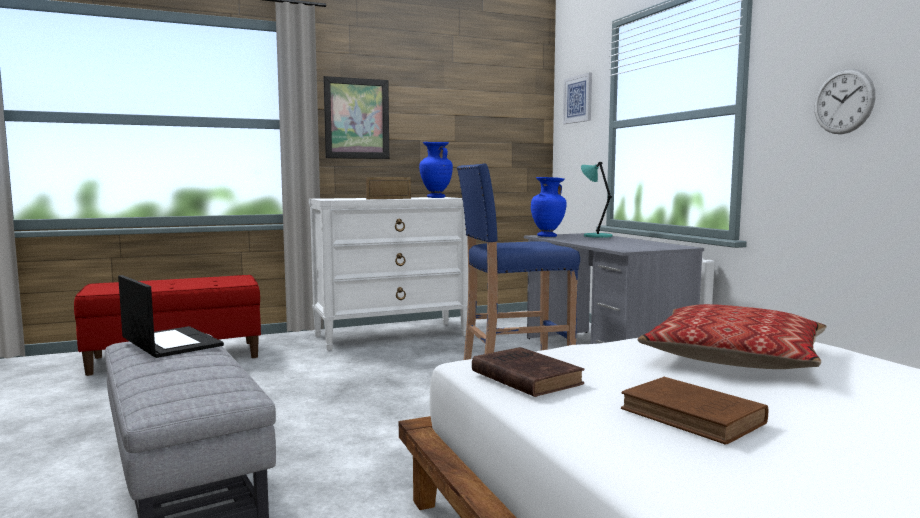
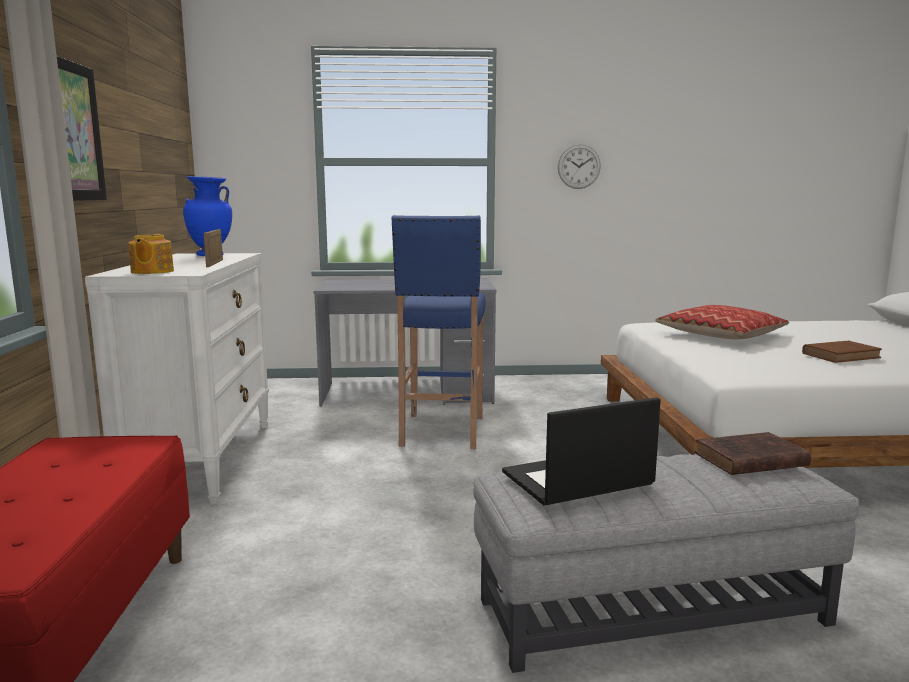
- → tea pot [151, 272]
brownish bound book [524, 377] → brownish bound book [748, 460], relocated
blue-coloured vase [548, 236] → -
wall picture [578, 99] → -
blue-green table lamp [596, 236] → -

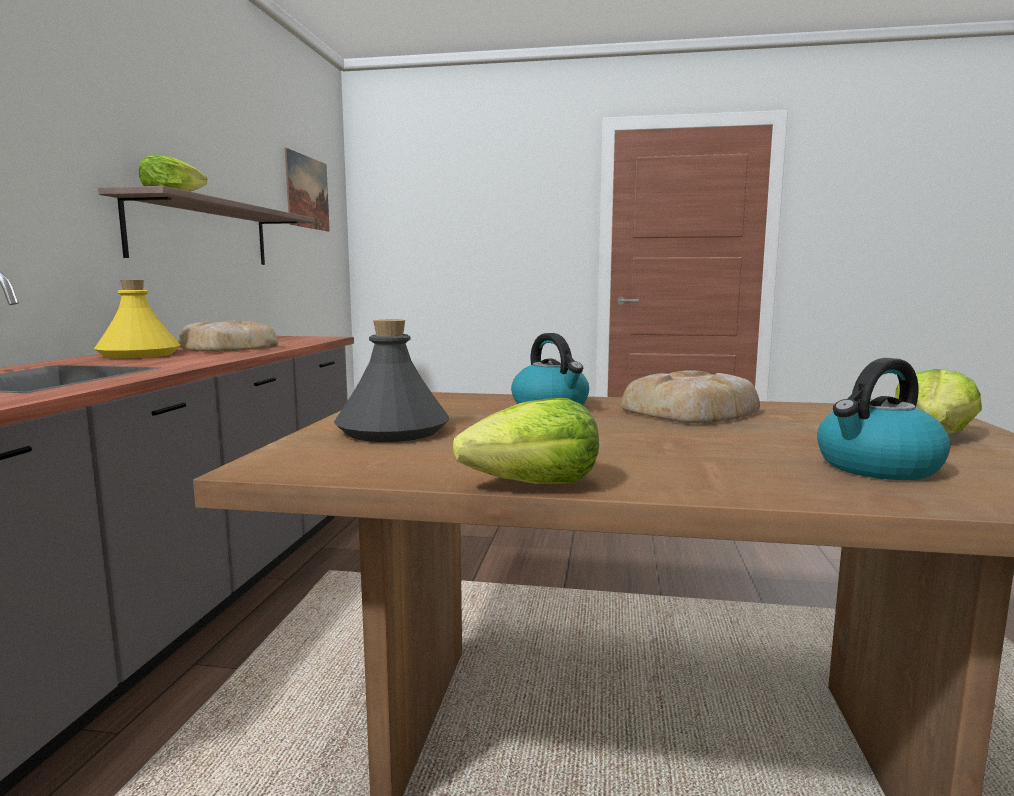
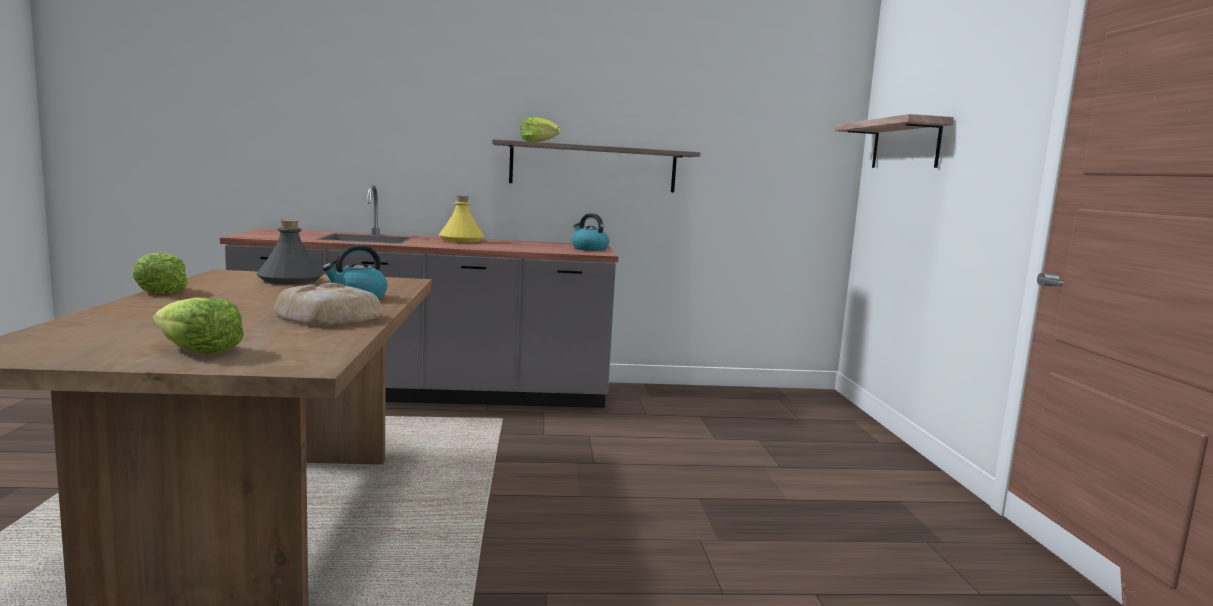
tea kettle [877, 467] → tea kettle [589, 249], relocated
- → shelf [905, 145]
bakery bread [226, 348] → -
wall picture [307, 192] → -

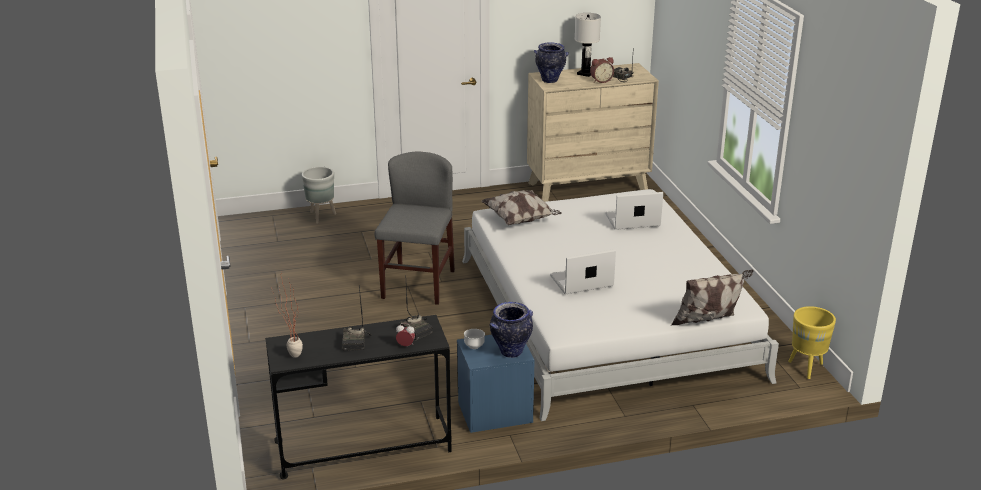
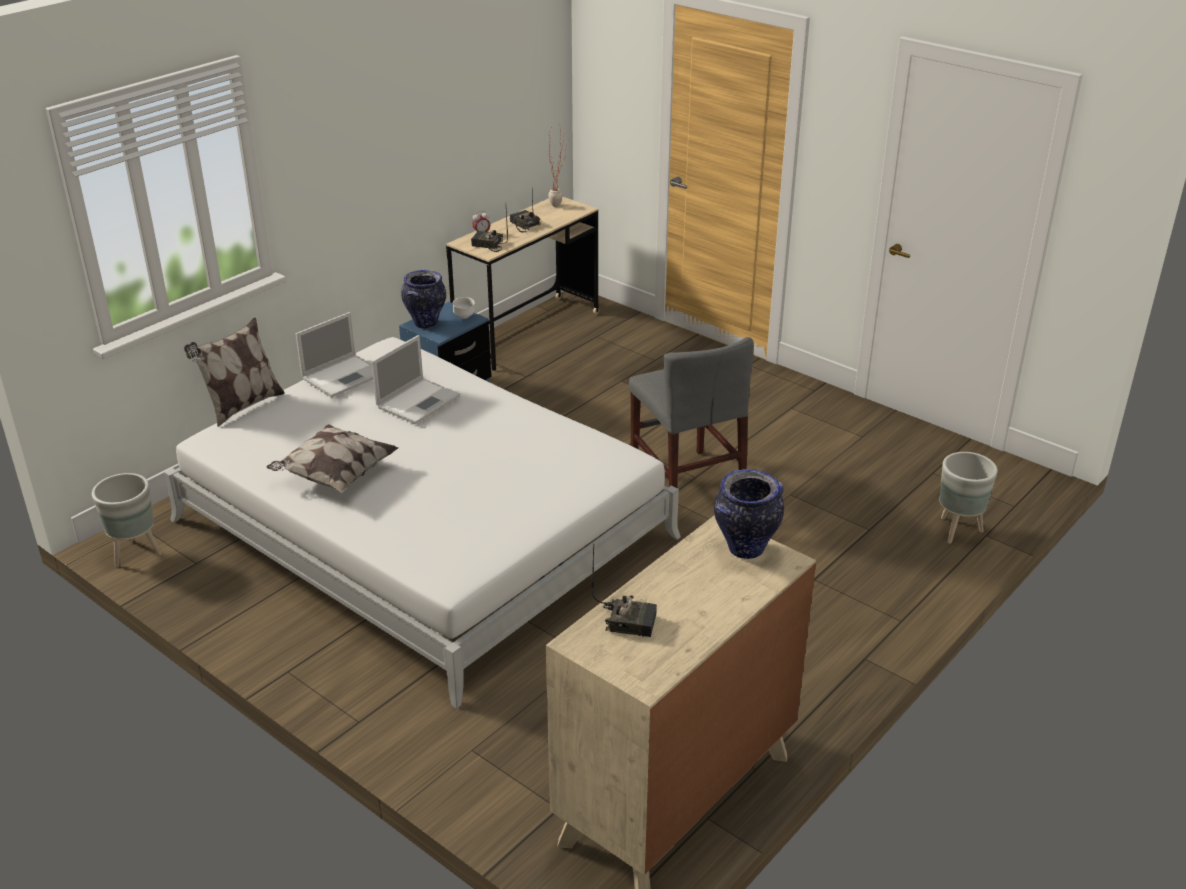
yellow-coloured plant pot [807, 368] → greyish plant pot [135, 553]
cushion [521, 220] → cushion [335, 475], relocated
notebook computer [631, 220] → notebook computer [344, 376], relocated
black desk [363, 447] → beige-coloured desk [527, 332]
white-coloured table lamp [585, 73] → -
table clock [601, 80] → -

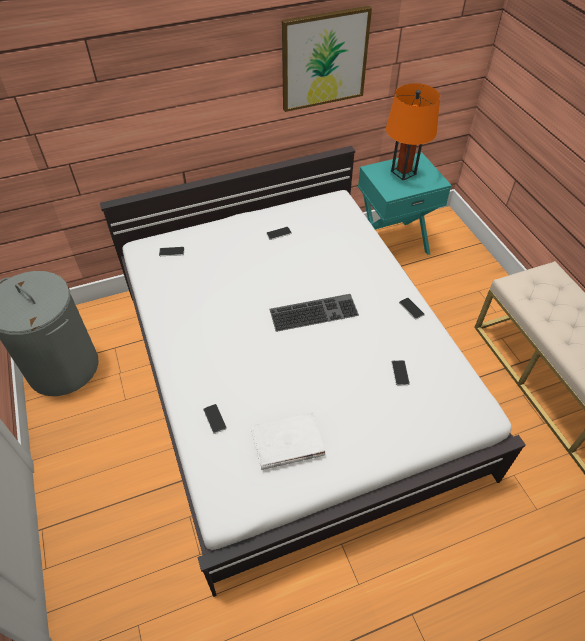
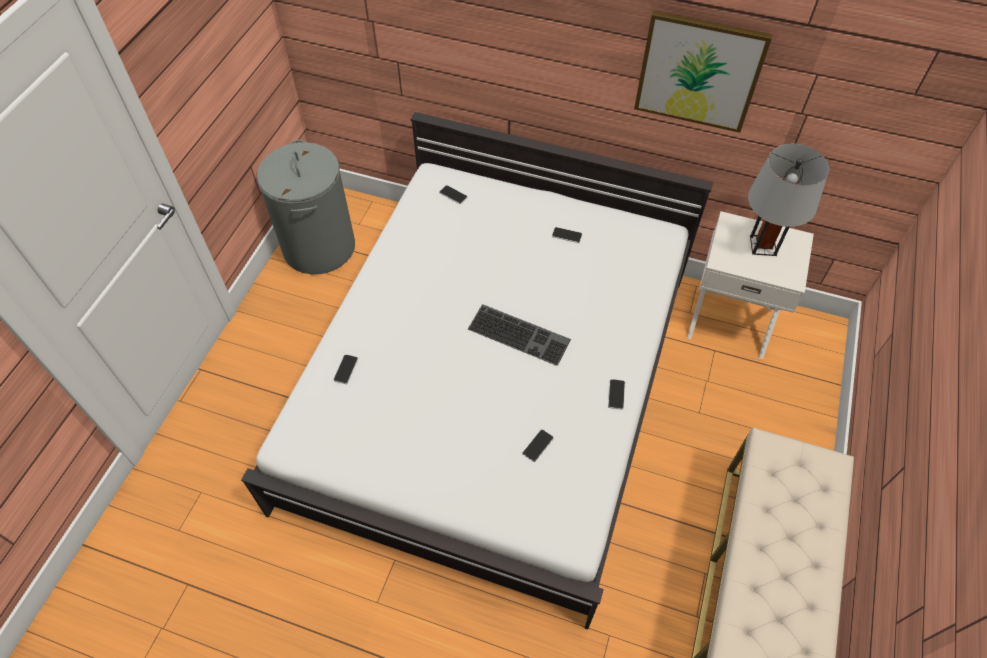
blue-green nightstand [392, 243] → white-coloured nightstand [730, 319]
orangey table lamp [403, 172] → greyish table lamp [762, 245]
white-coloured bound book [287, 443] → -

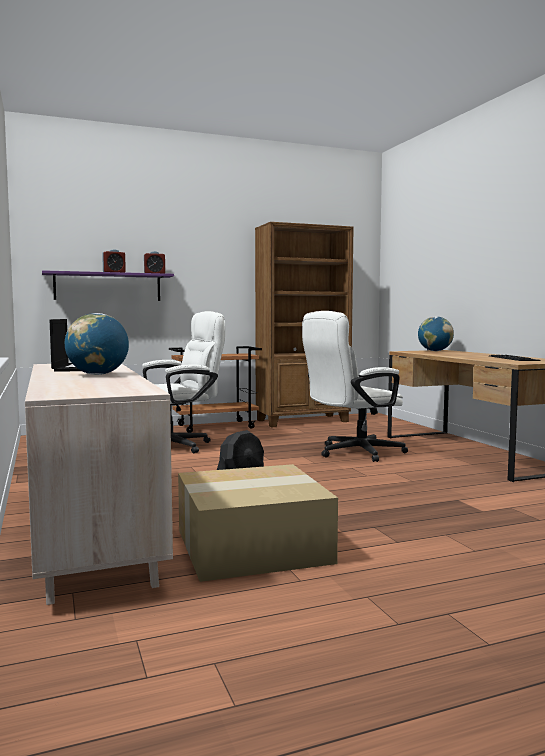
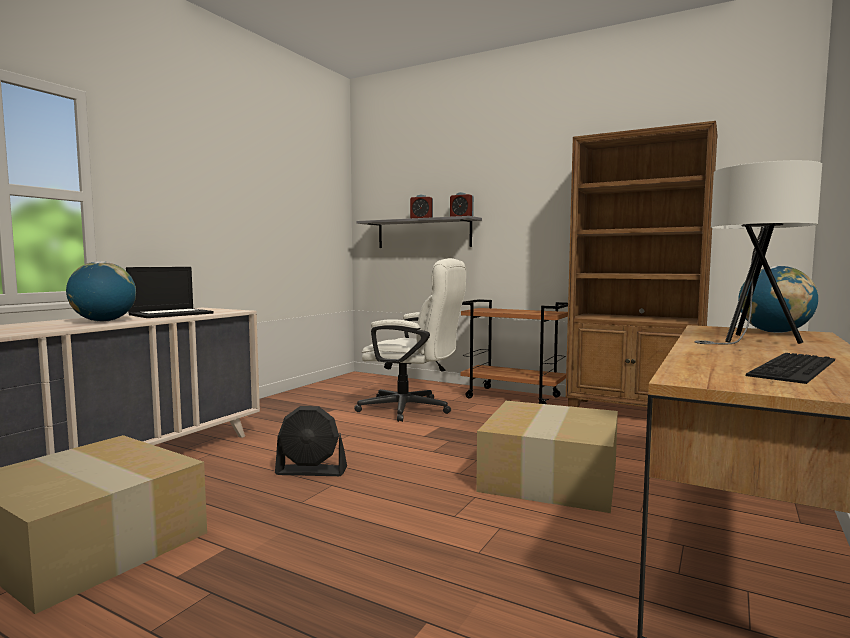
purple shelf [108, 287] → greyish shelf [423, 233]
white-coloured computer chair [353, 453] → cardboard box [548, 476]
- → white-coloured table lamp [750, 342]

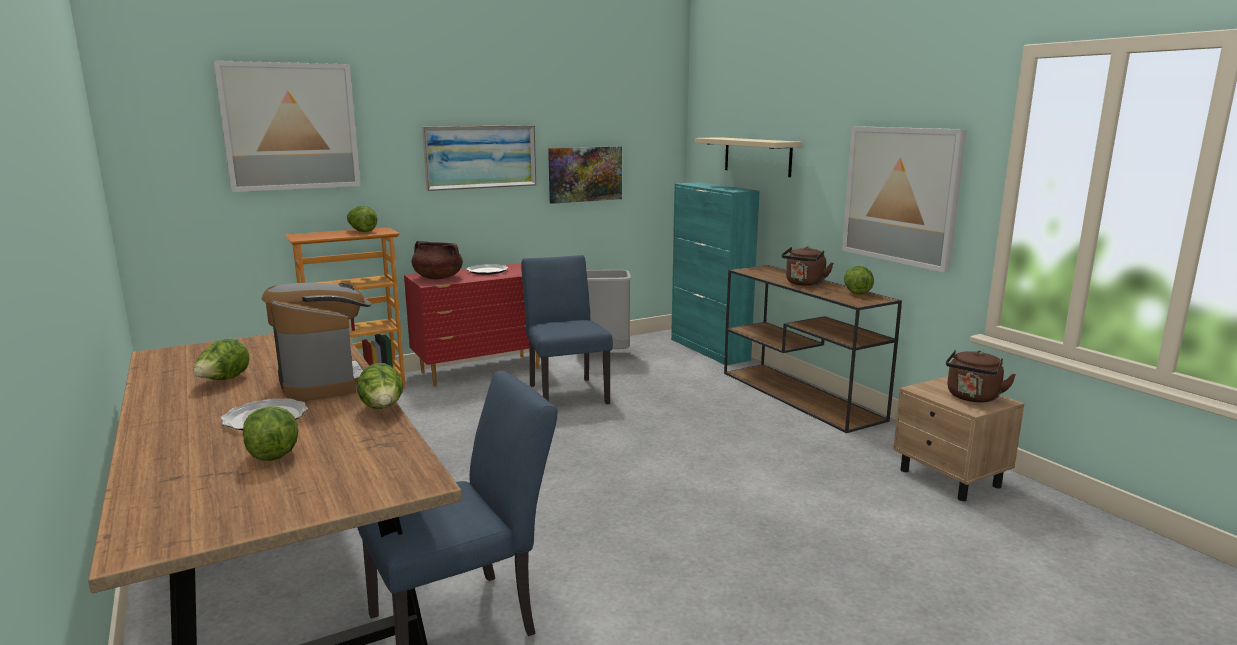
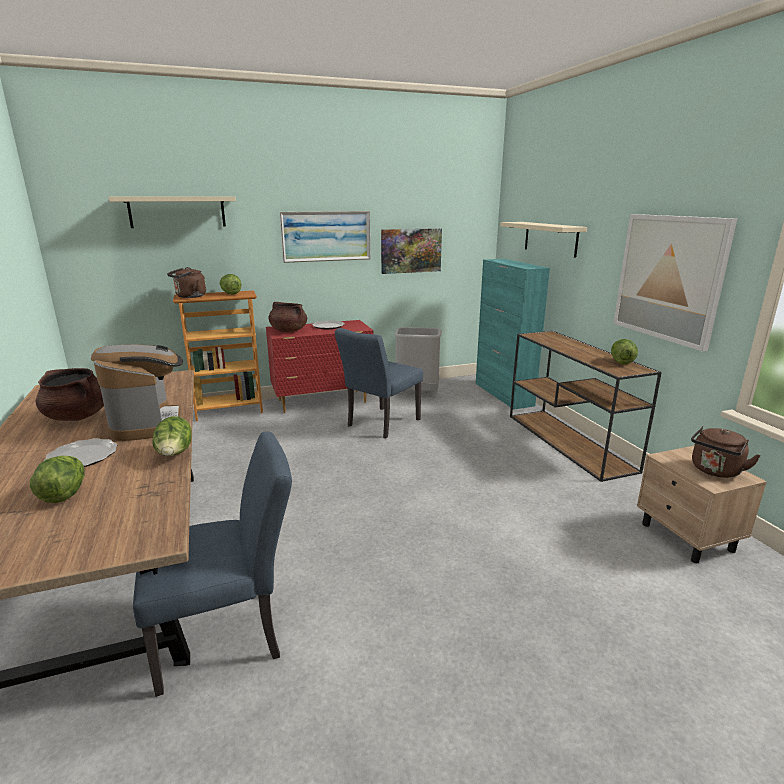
lettuce head [223, 381] → brownish saucepot [77, 417]
wall picture [290, 126] → beige-coloured shelf [177, 212]
brownish tea kettle [804, 284] → brownish tea kettle [189, 297], relocated
blue-coloured chair [566, 392] → blue-coloured chair [380, 424], 135 degrees counterclockwise

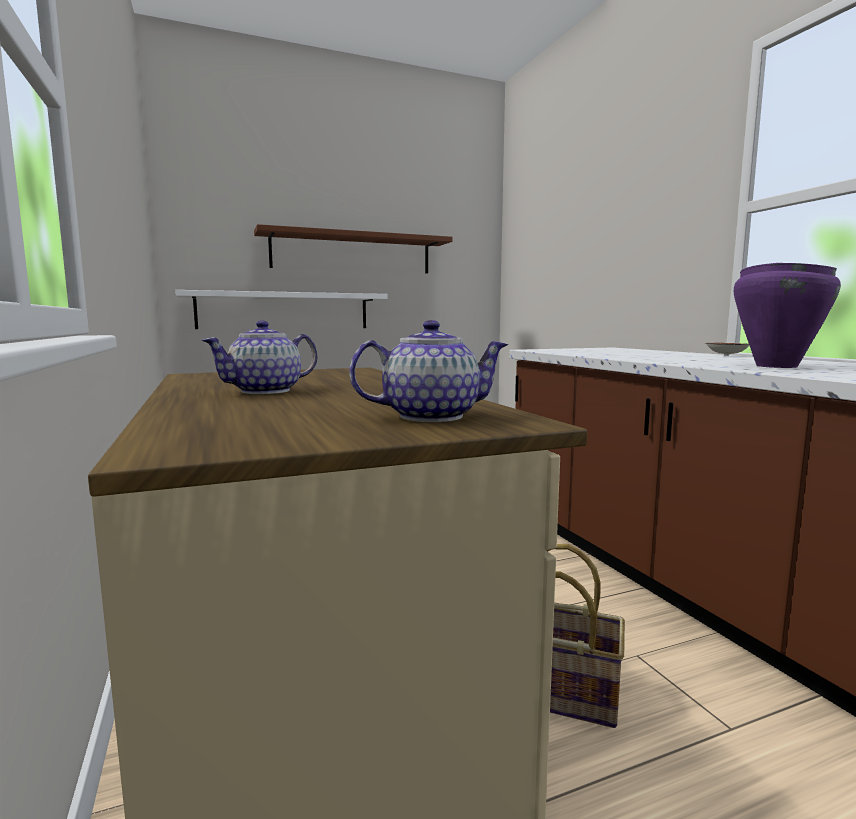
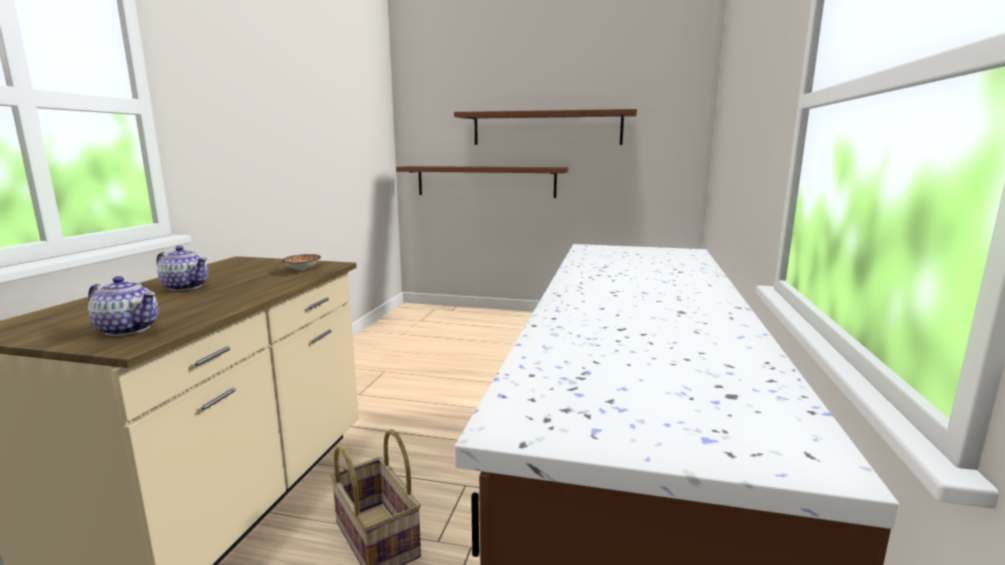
tea pot [266, 391] → tea pot [185, 287], 150 degrees counterclockwise
bowl [727, 355] → bowl [301, 270], relocated
white-coloured shelf [284, 311] → brownish shelf [485, 181]
purple saucepot [775, 366] → -

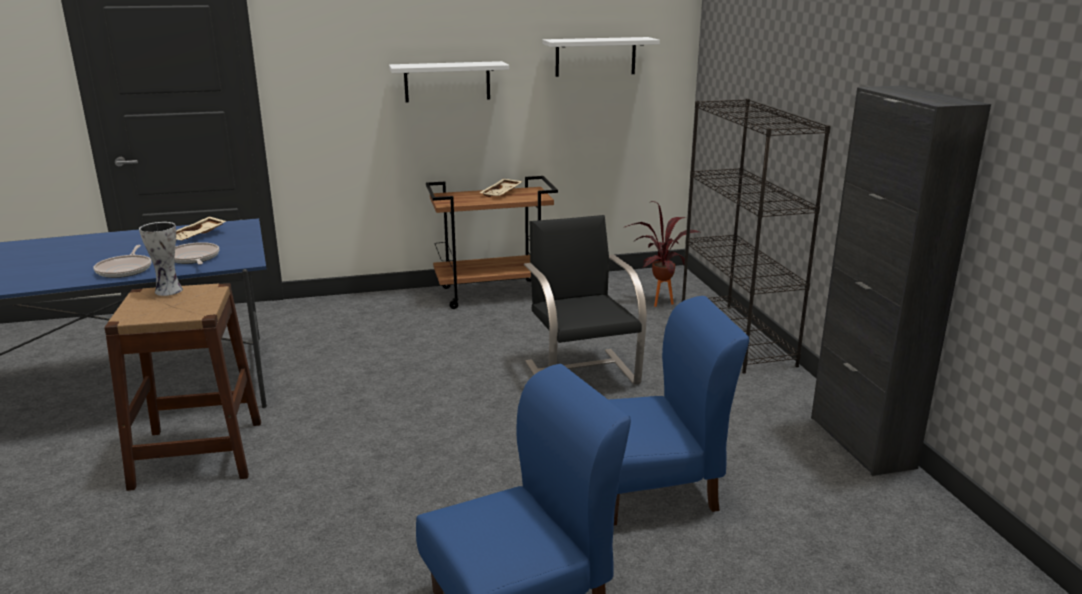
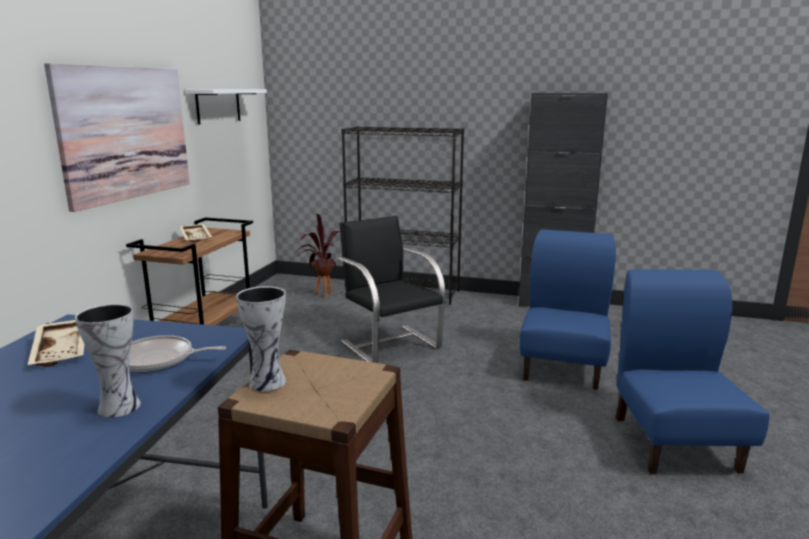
white-coloured shelf [447, 81] → wall picture [125, 133]
skillet [125, 269] → vase [119, 406]
black chair [581, 372] → black chair [390, 344], 45 degrees clockwise

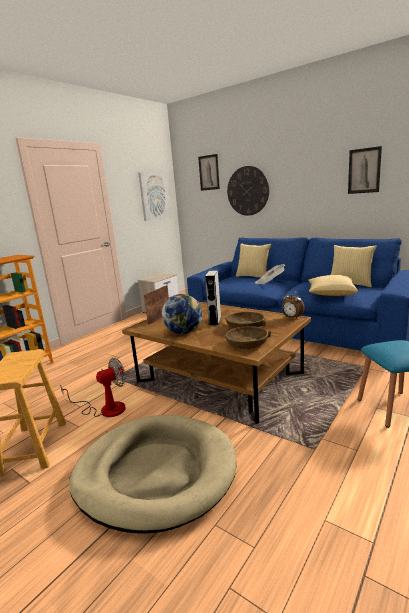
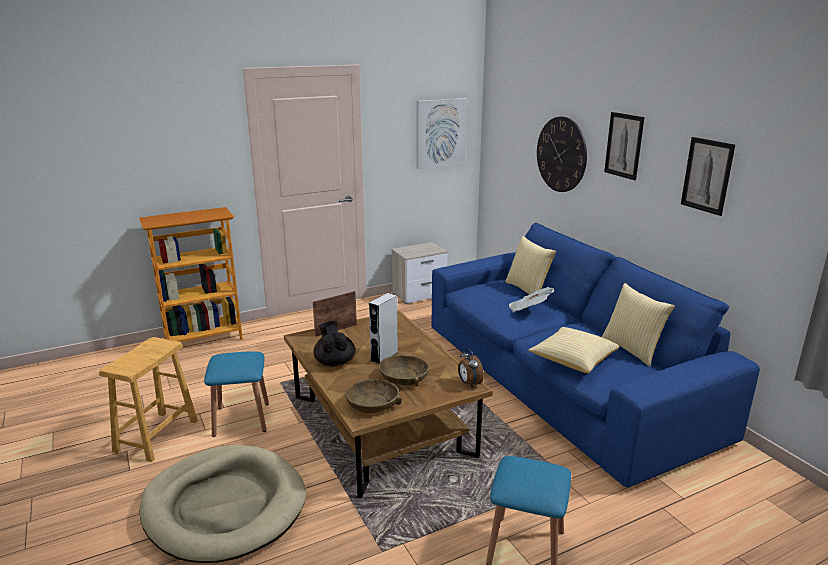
electric fan [105, 409] → blue-coloured stool [241, 419]
globe [184, 332] → black tea pot [334, 362]
wall picture [209, 172] → wall picture [624, 145], relocated

